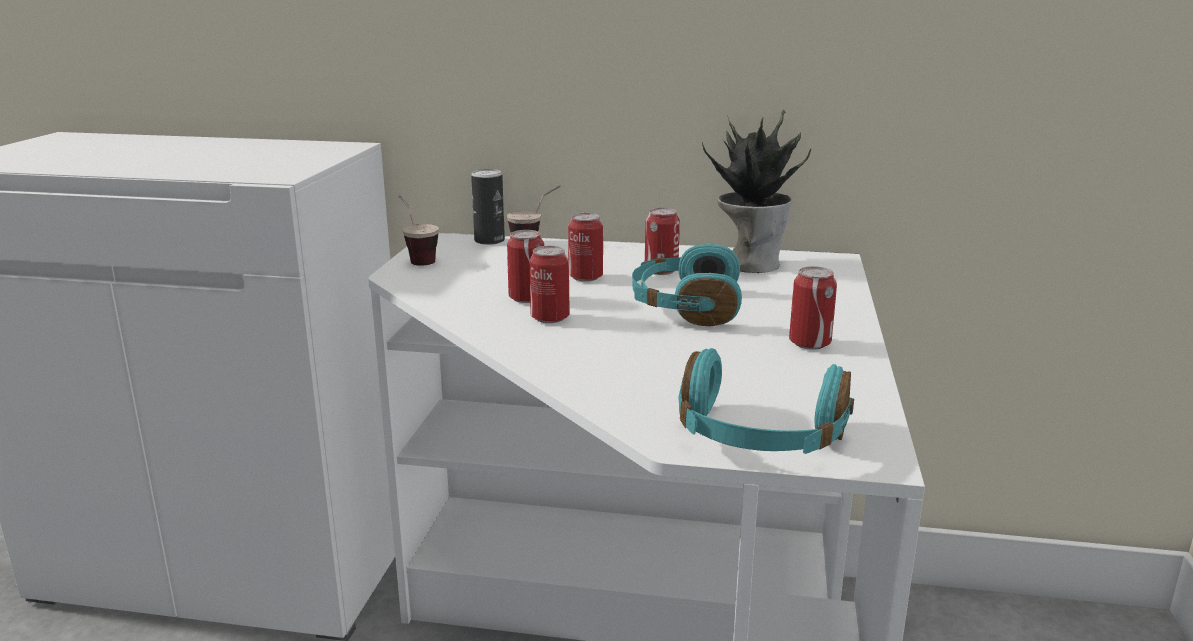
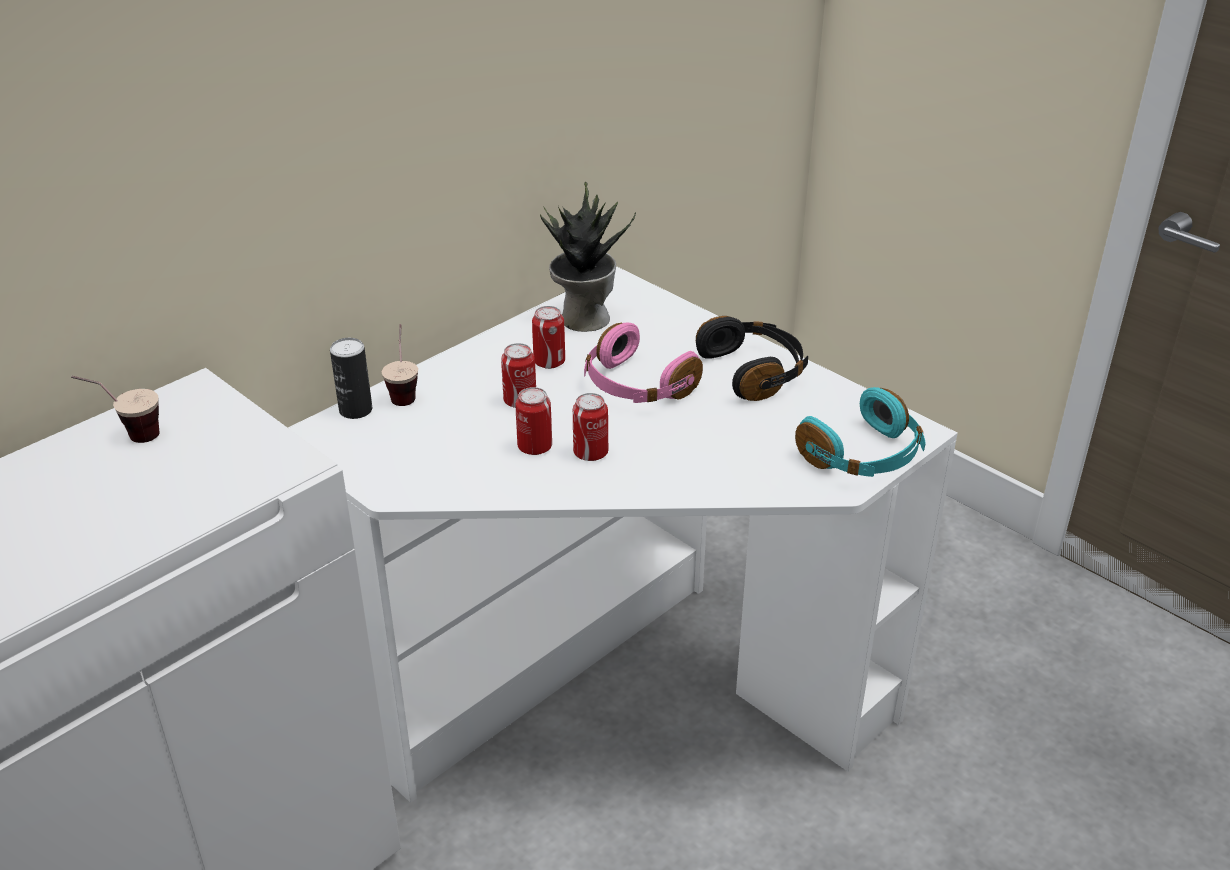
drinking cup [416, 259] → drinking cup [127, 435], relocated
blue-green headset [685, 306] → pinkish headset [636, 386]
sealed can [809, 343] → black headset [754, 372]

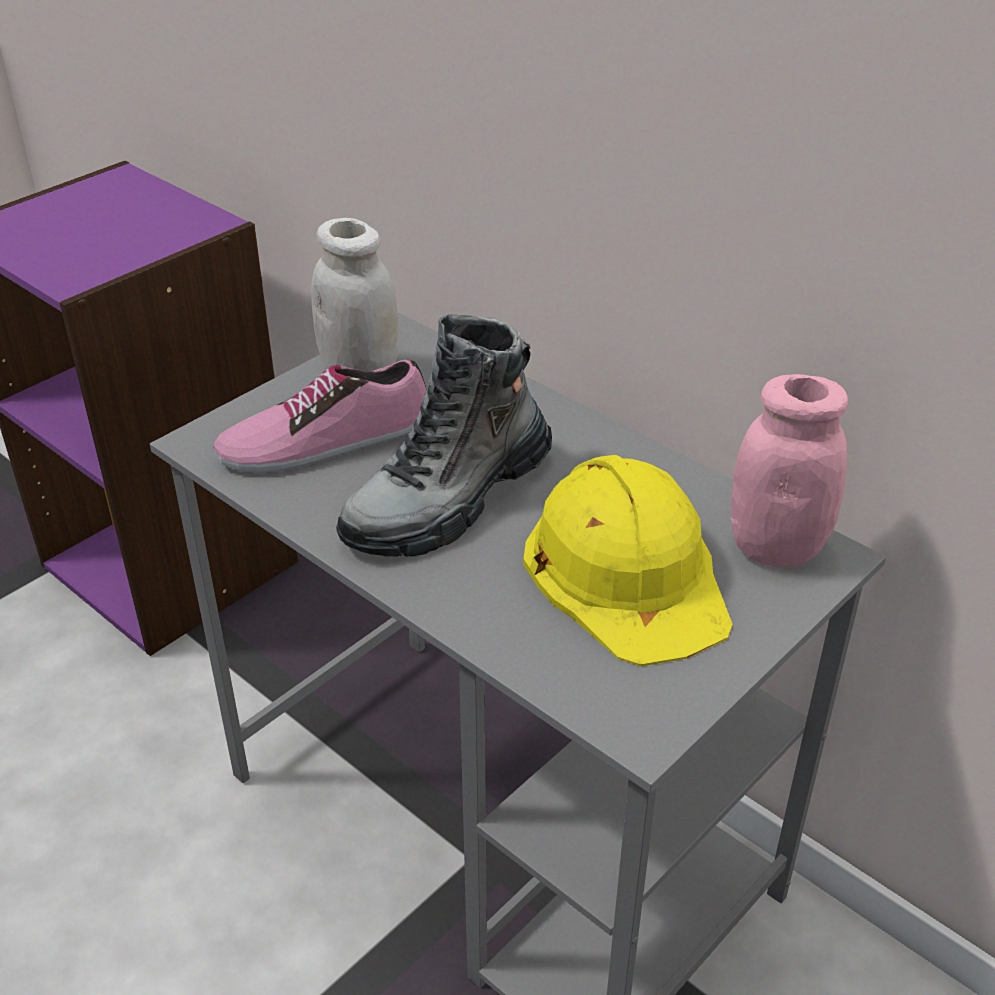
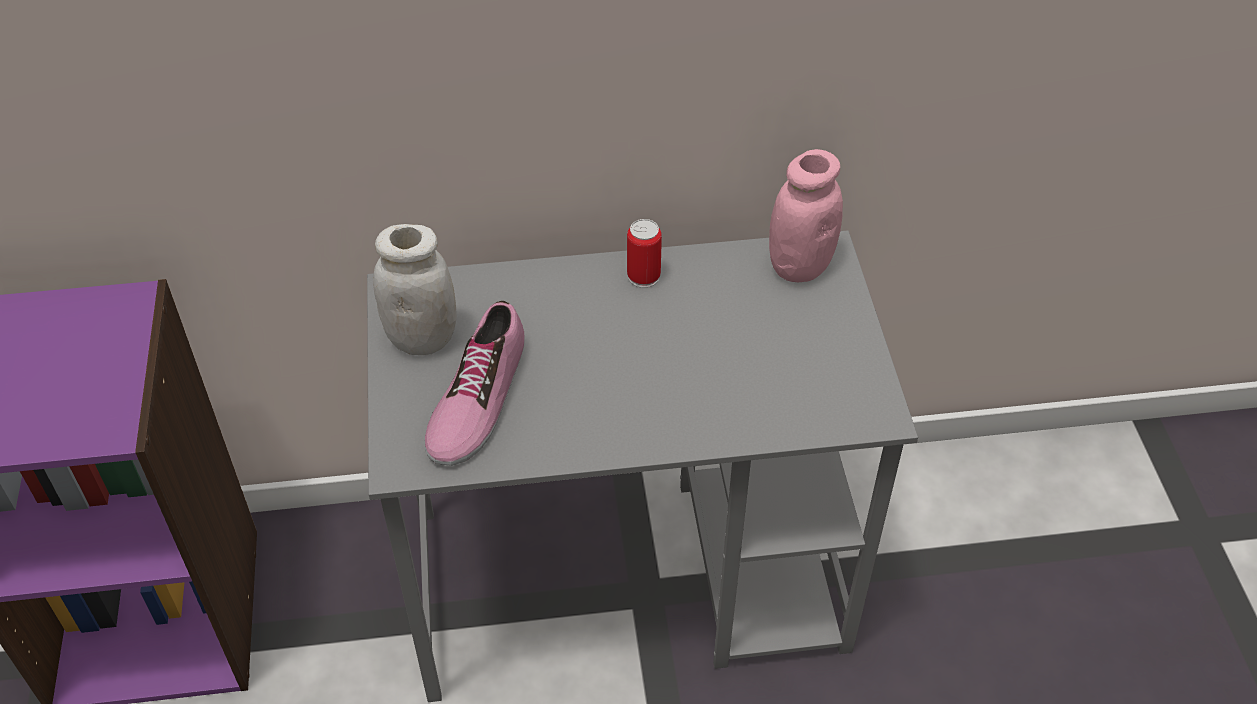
- → sealed can [643, 276]
high-top boot [449, 499] → -
yellow-coloured work helmet [628, 572] → -

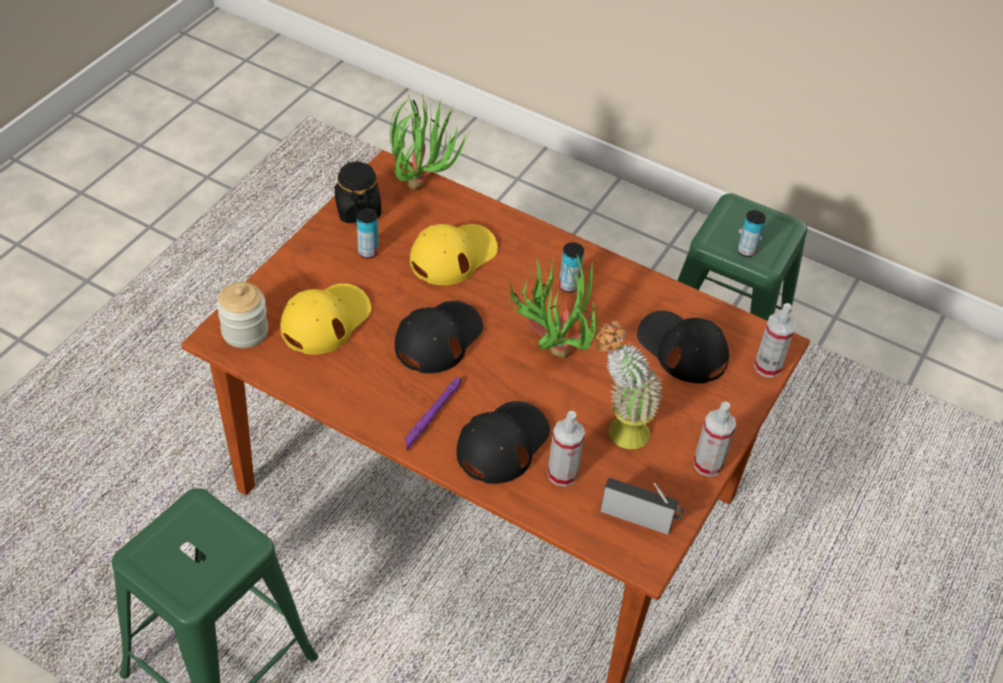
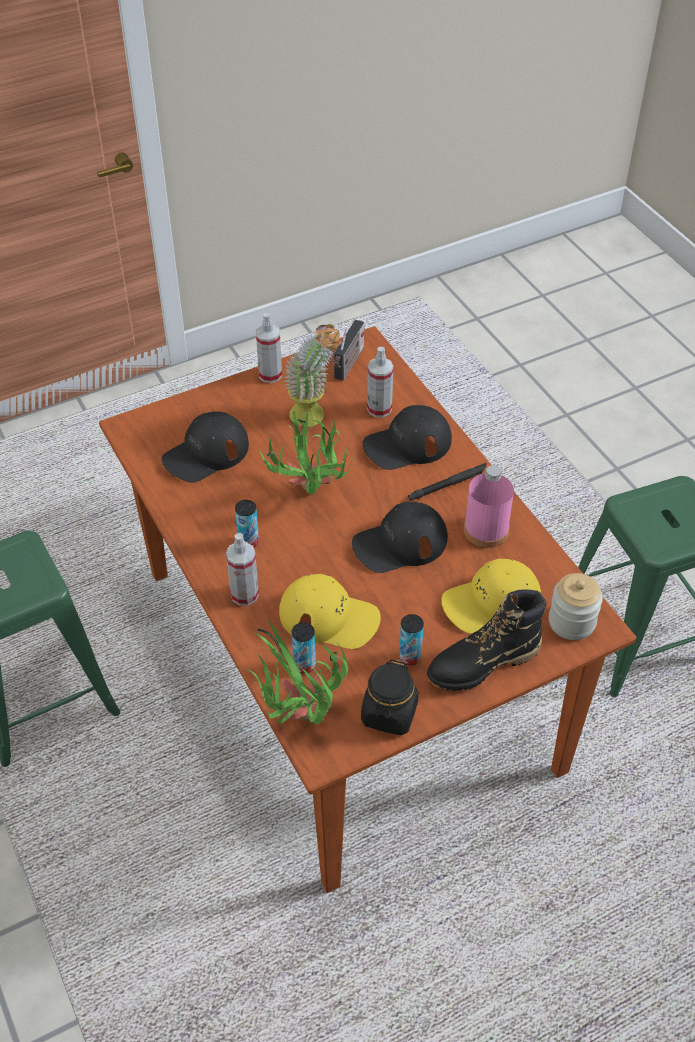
black baseball cap [682, 348] → black baseball cap [206, 453], 60 degrees clockwise
spray bottle [767, 366] → spray bottle [244, 594], relocated
yellow-coloured baseball cap [453, 255] → yellow-coloured baseball cap [329, 617], 150 degrees counterclockwise
sealed can [746, 251] → sealed can [304, 665], relocated
radio set [640, 518] → radio set [349, 364], 120 degrees counterclockwise
purple flashlight [432, 416] → black flashlight [448, 485]
- → black high-top boot [483, 663]
- → pinkish beverage bottle [486, 530]

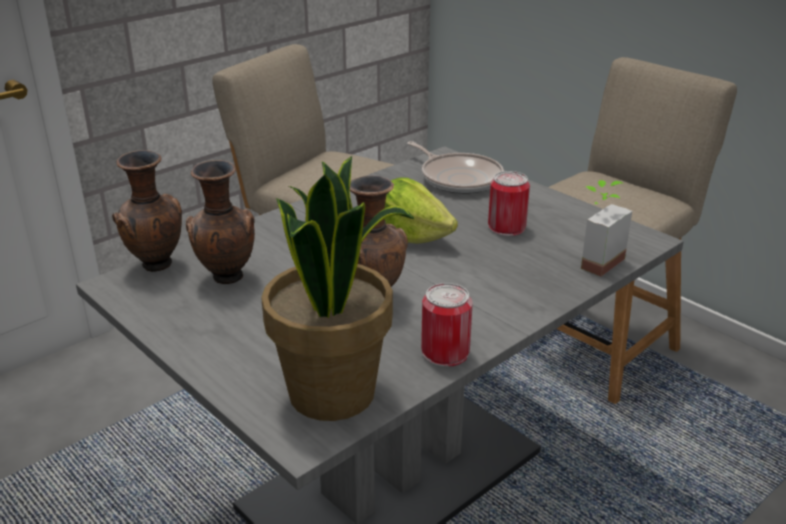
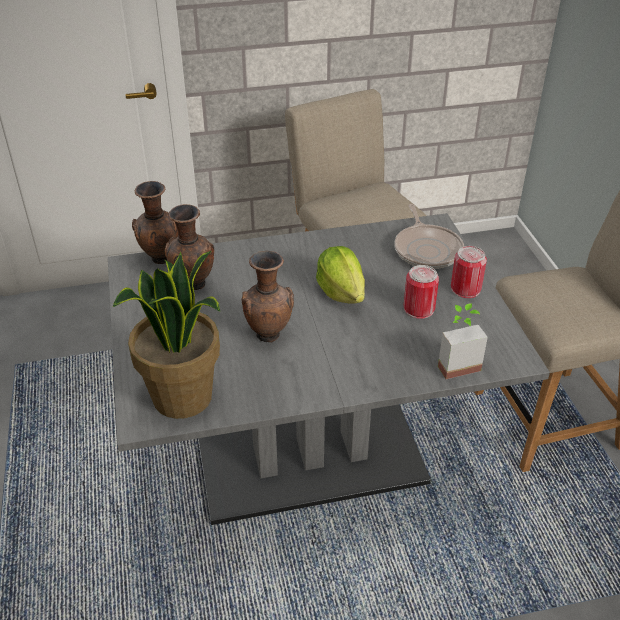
sealed can [445, 352] → sealed can [465, 289], relocated

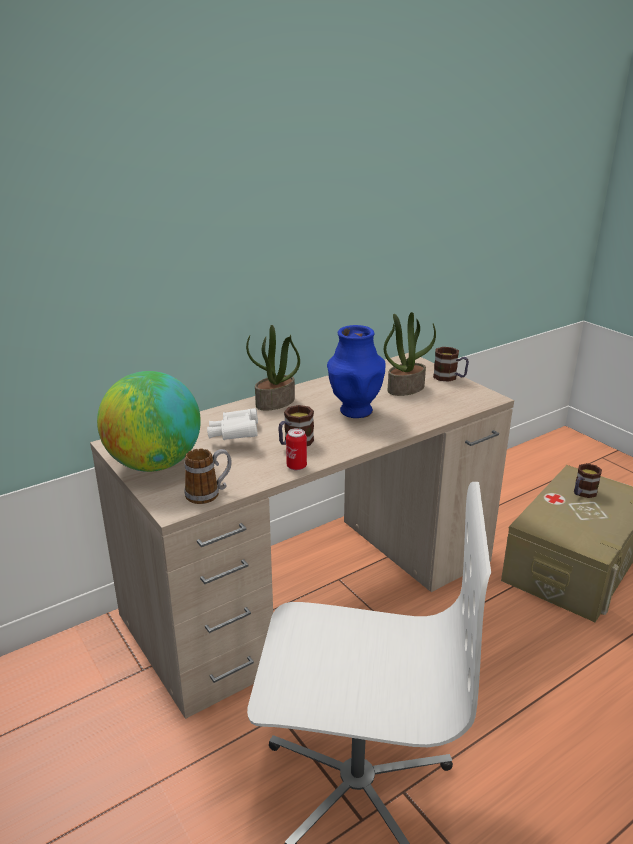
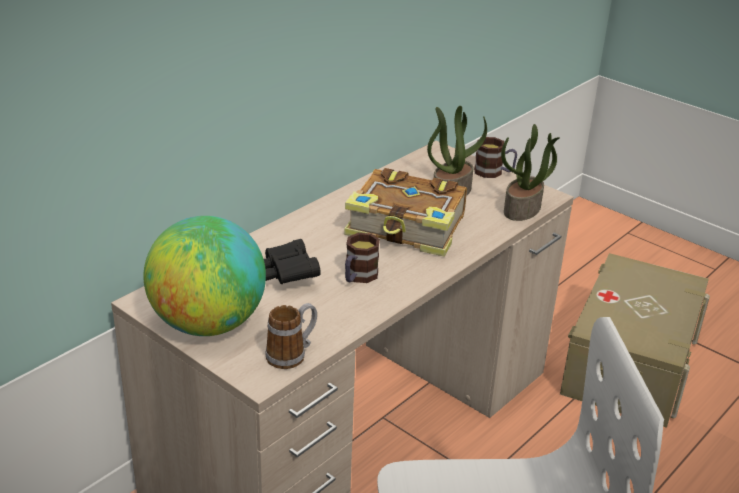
white-coloured pair of binoculars [235, 436] → black pair of binoculars [285, 276]
blue-coloured vase [355, 411] → bound book [407, 228]
plant in a pot [275, 403] → plant in a pot [522, 210], relocated
sealed can [296, 466] → -
coffee mug [582, 493] → -

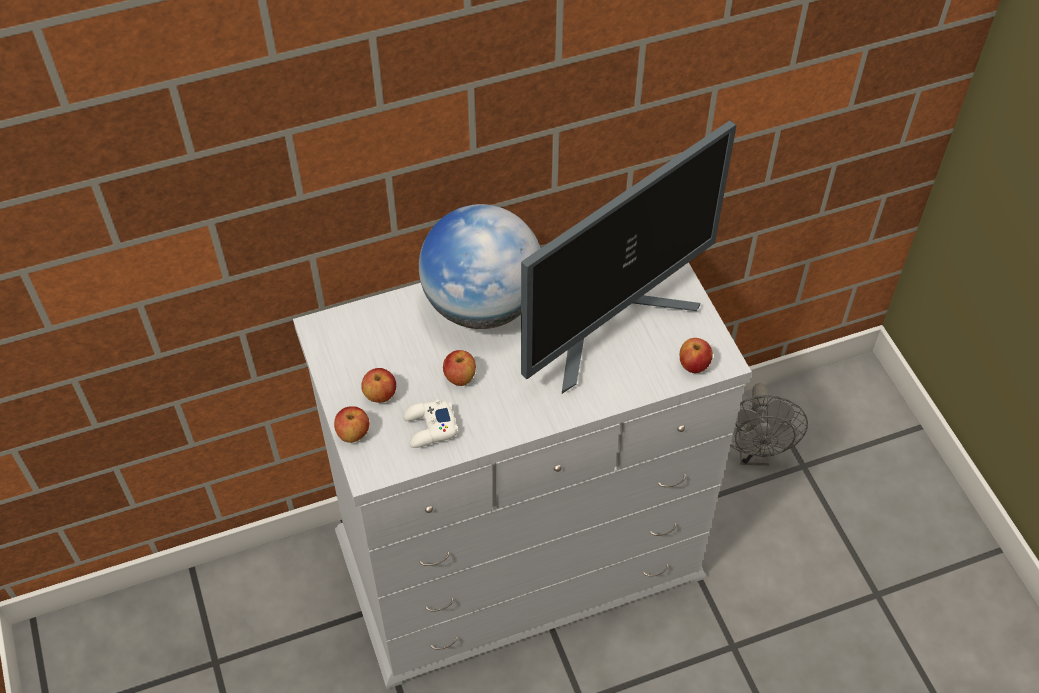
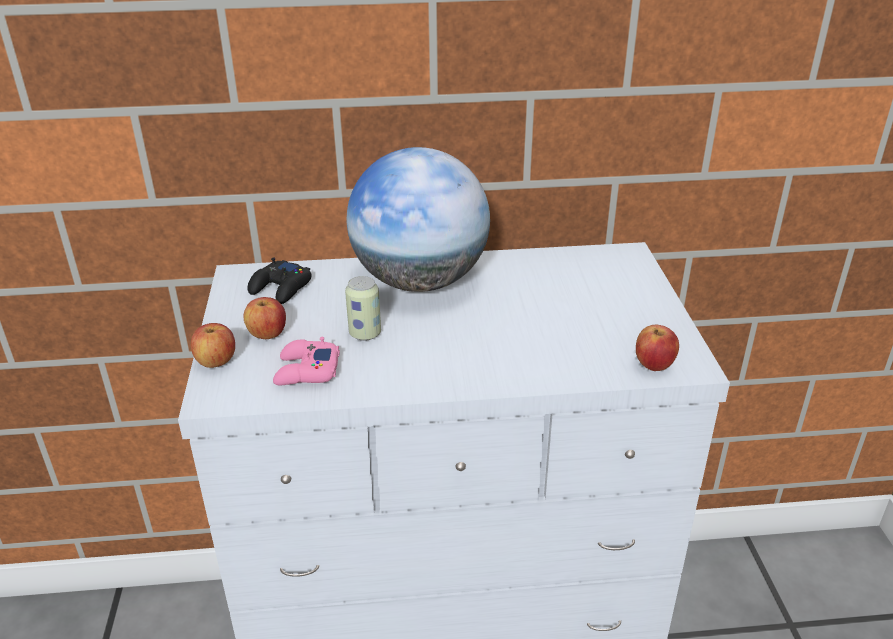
- → black game controller [281, 288]
white-coloured game controller [430, 428] → pinkish game controller [306, 371]
apple [460, 377] → sealed can [365, 334]
computer screen [612, 322] → -
greyish electric fan [754, 453] → -

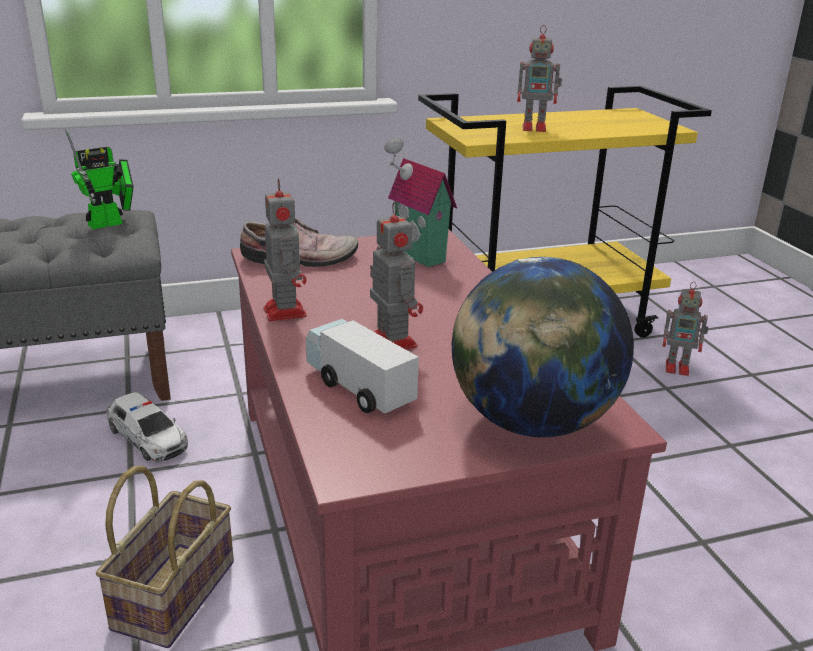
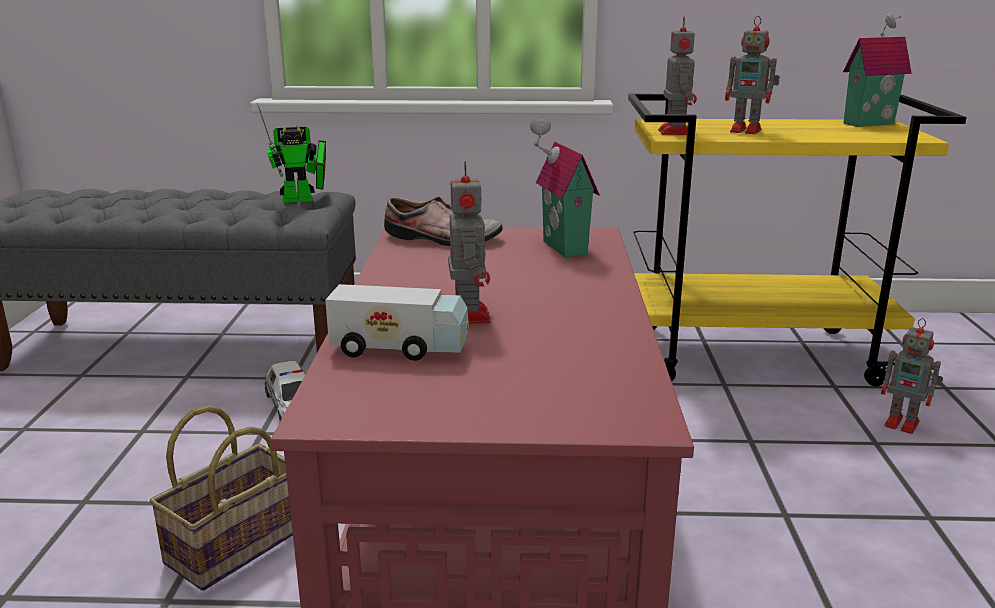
toy lorry [359, 386] → toy lorry [400, 348], 120 degrees clockwise
toy robot [284, 311] → toy robot [674, 132], relocated
- → model house [866, 123]
globe [532, 423] → -

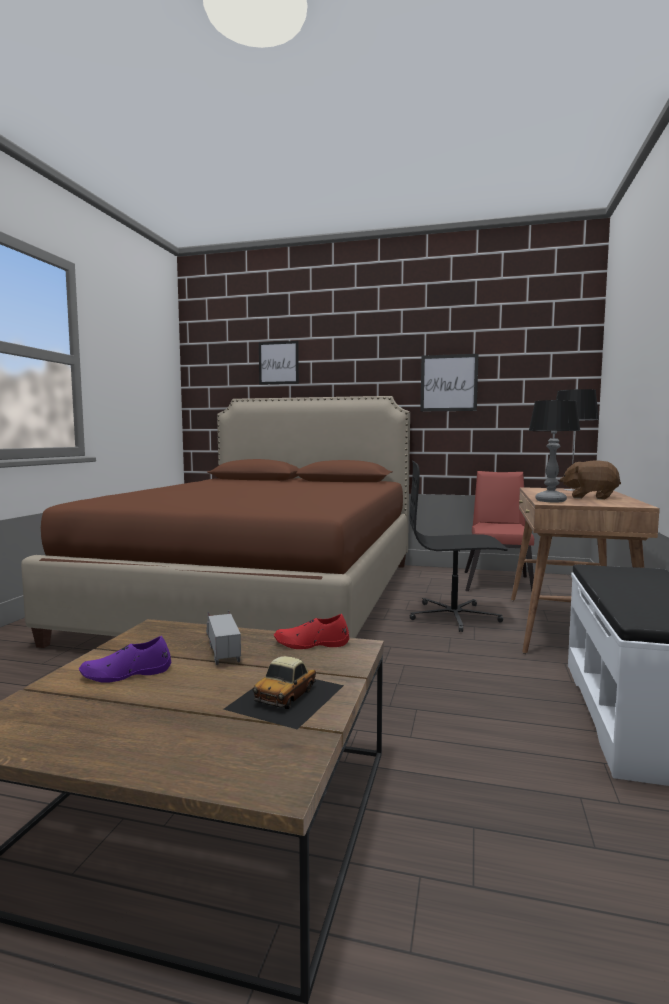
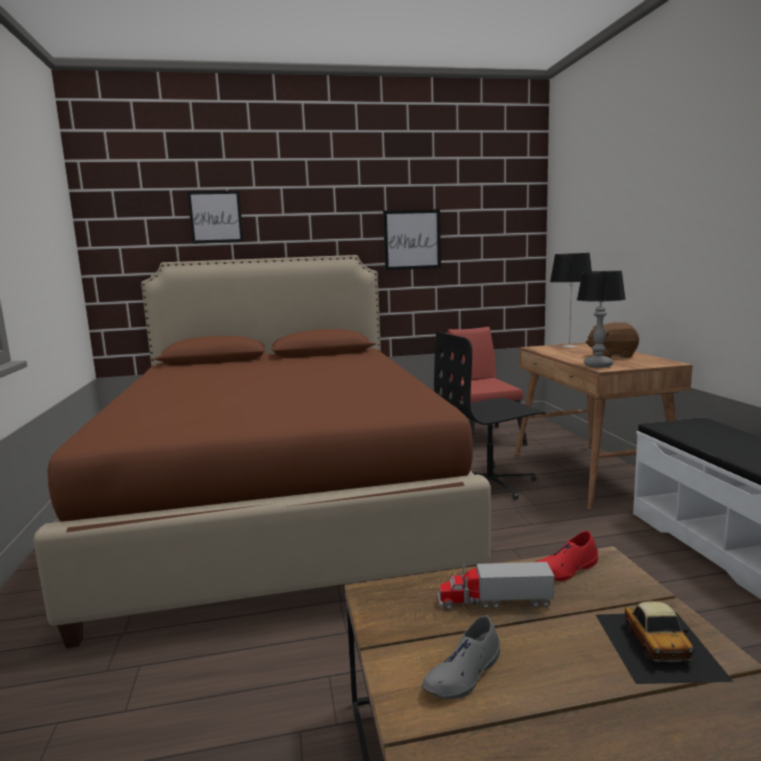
purple item of footwear [126, 673] → greyish item of footwear [463, 673]
toy lorry [222, 647] → toy lorry [494, 601], 45 degrees counterclockwise

